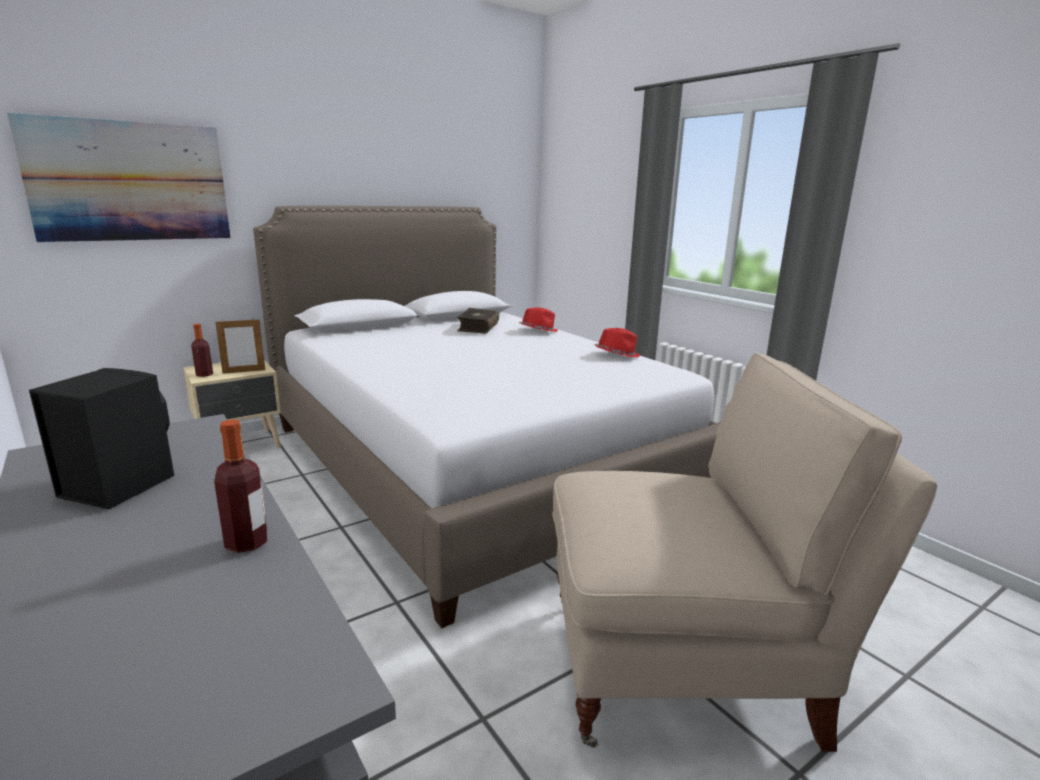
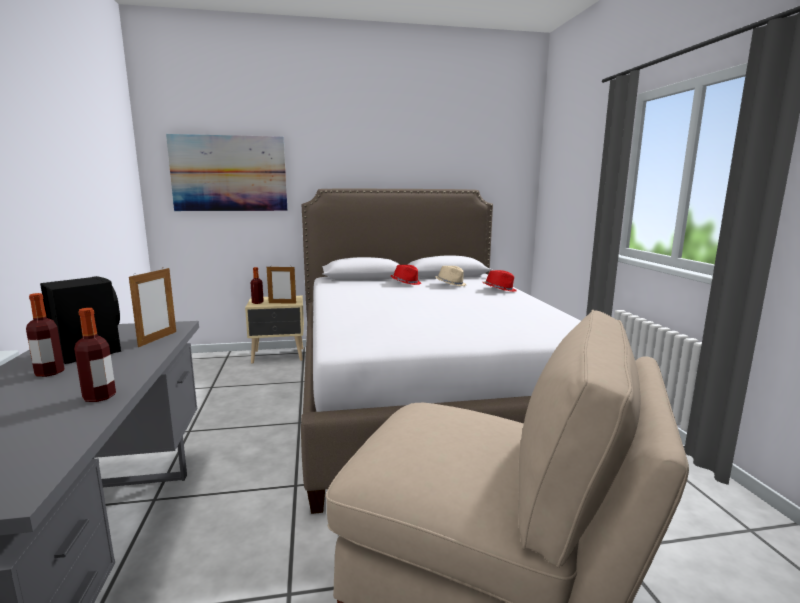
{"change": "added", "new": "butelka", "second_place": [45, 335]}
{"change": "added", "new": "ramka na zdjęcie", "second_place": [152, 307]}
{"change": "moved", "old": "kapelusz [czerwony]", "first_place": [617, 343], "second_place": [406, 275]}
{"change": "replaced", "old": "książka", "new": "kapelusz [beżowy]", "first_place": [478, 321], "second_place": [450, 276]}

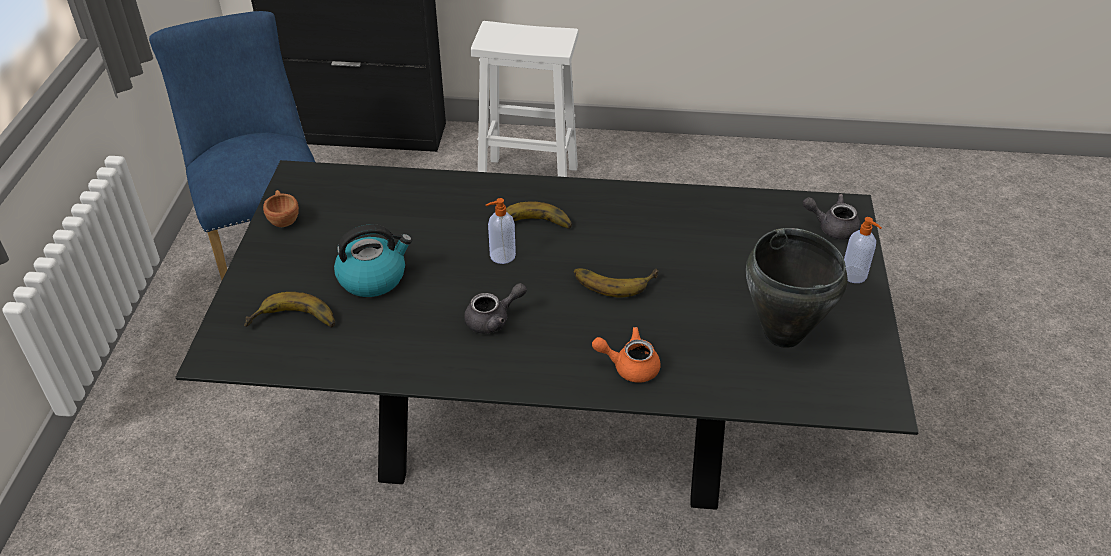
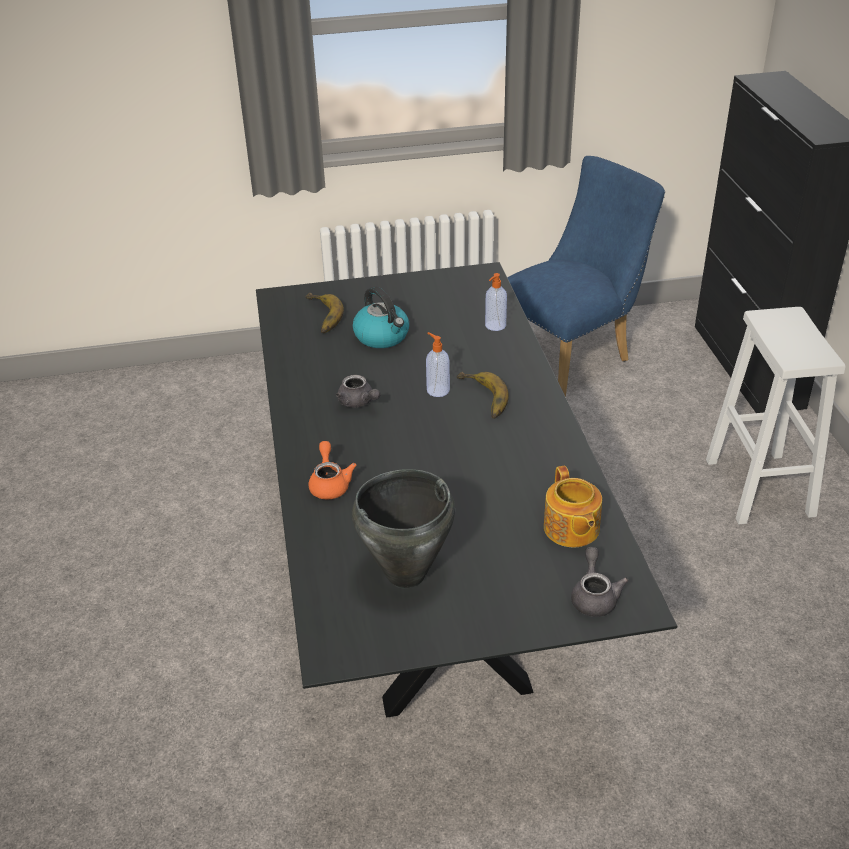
{"change": "moved", "old": "dozownik mydła", "first_place": [863, 250], "second_place": [496, 302]}
{"change": "added", "new": "imbryk", "second_place": [573, 506]}
{"change": "removed", "old": "filiżanka [brązowy]", "first_place": [281, 208]}
{"change": "removed", "old": "banan", "first_place": [615, 283]}

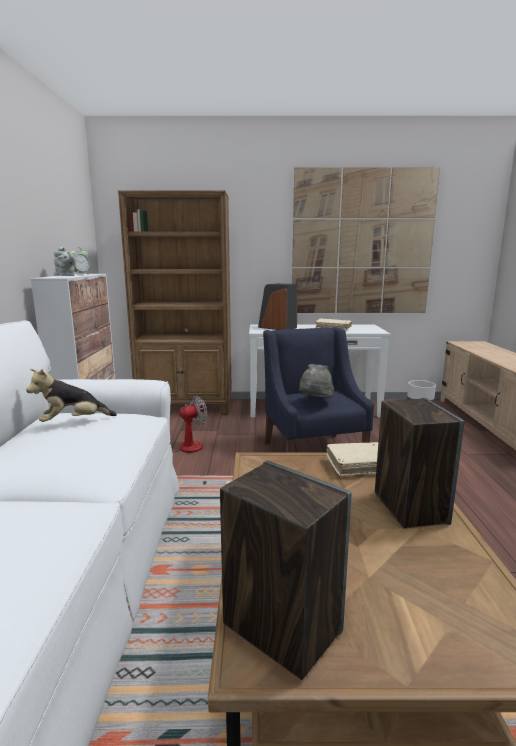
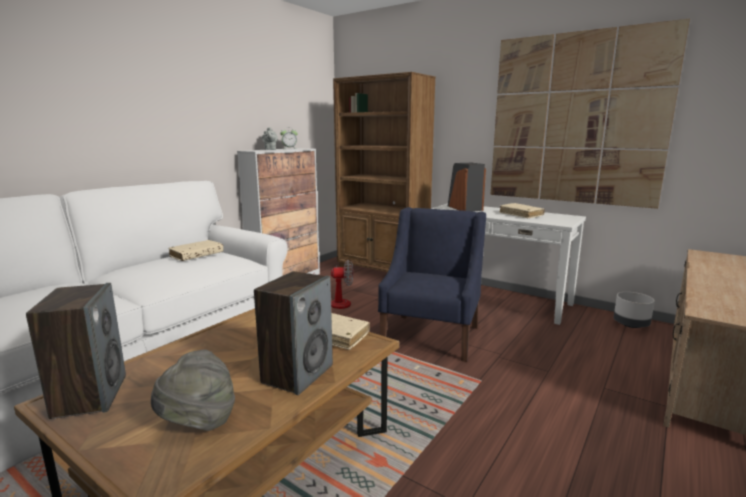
{"change": "moved", "old": "kapelusz [szary]", "first_place": [316, 381], "second_place": [193, 390]}
{"change": "replaced", "old": "pluszak", "new": "książka [beżowy]", "first_place": [71, 395], "second_place": [195, 250]}

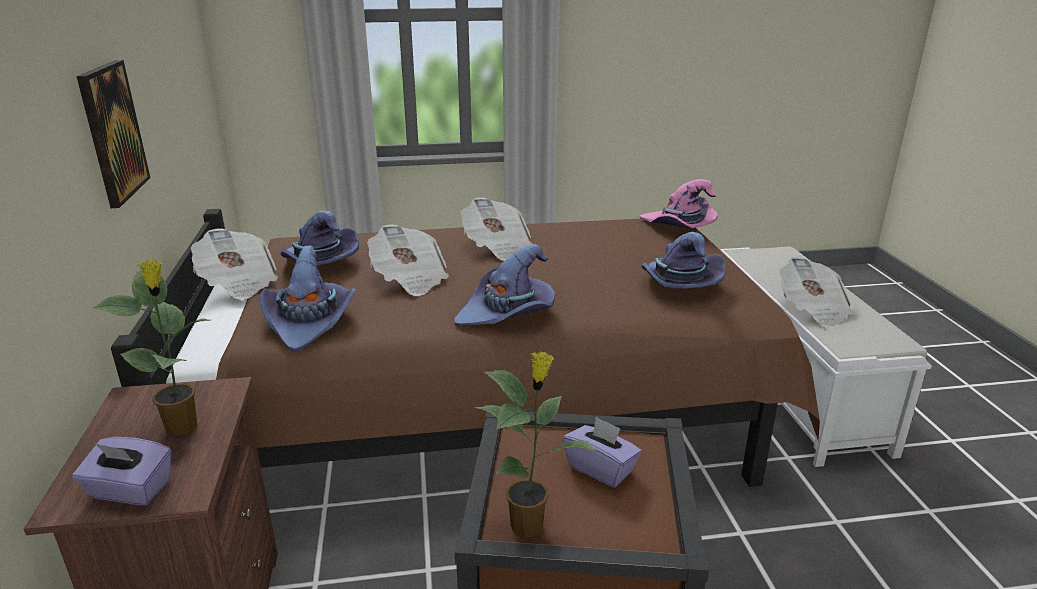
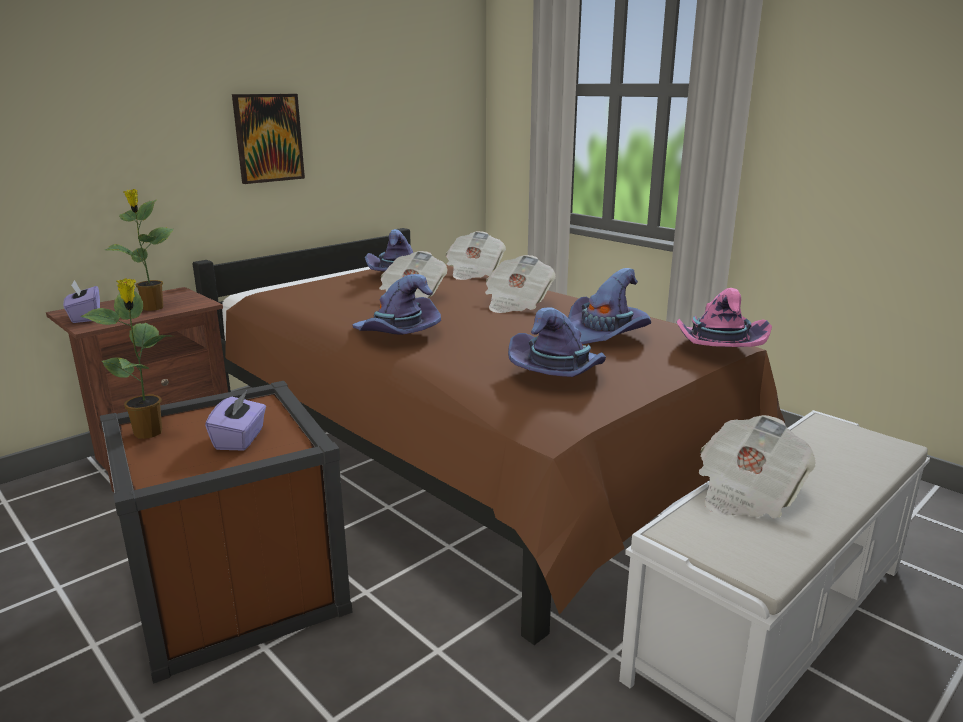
{"change": "moved", "old": "gazeta", "first_place": [234, 264], "second_place": [475, 255]}
{"change": "moved", "old": "kapelusz [fioletowy]", "first_place": [308, 299], "second_place": [609, 306]}

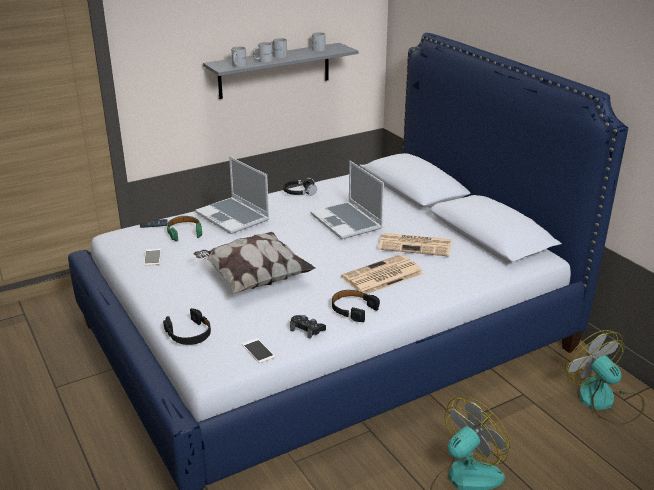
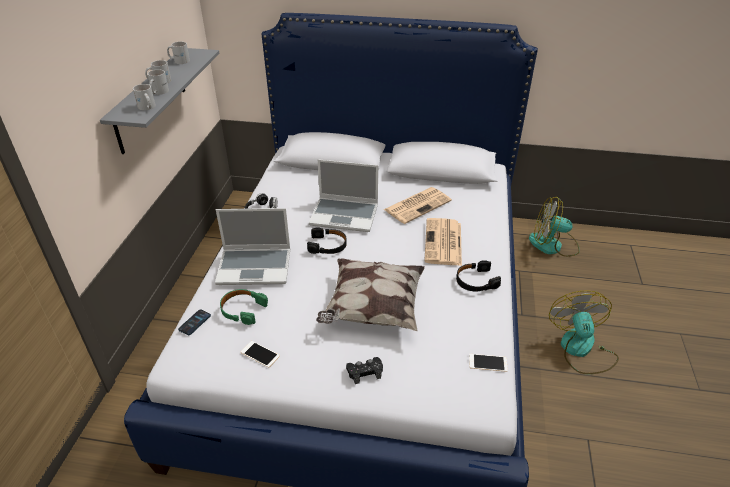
{"change": "moved", "old": "słuchawki [czarny]", "first_place": [187, 326], "second_place": [327, 240]}
{"change": "moved", "old": "pad do gier [czarny]", "first_place": [308, 327], "second_place": [364, 370]}

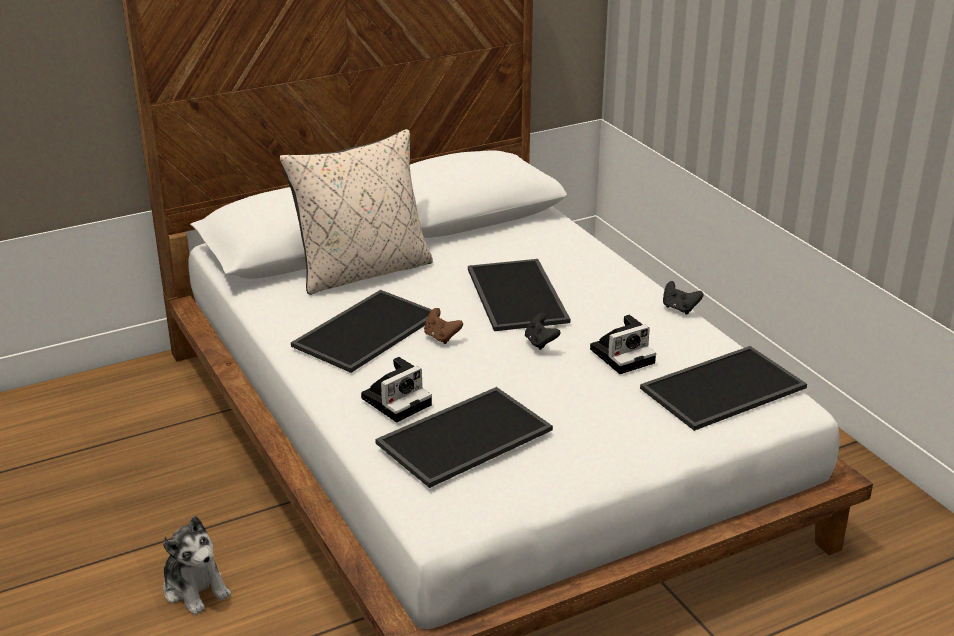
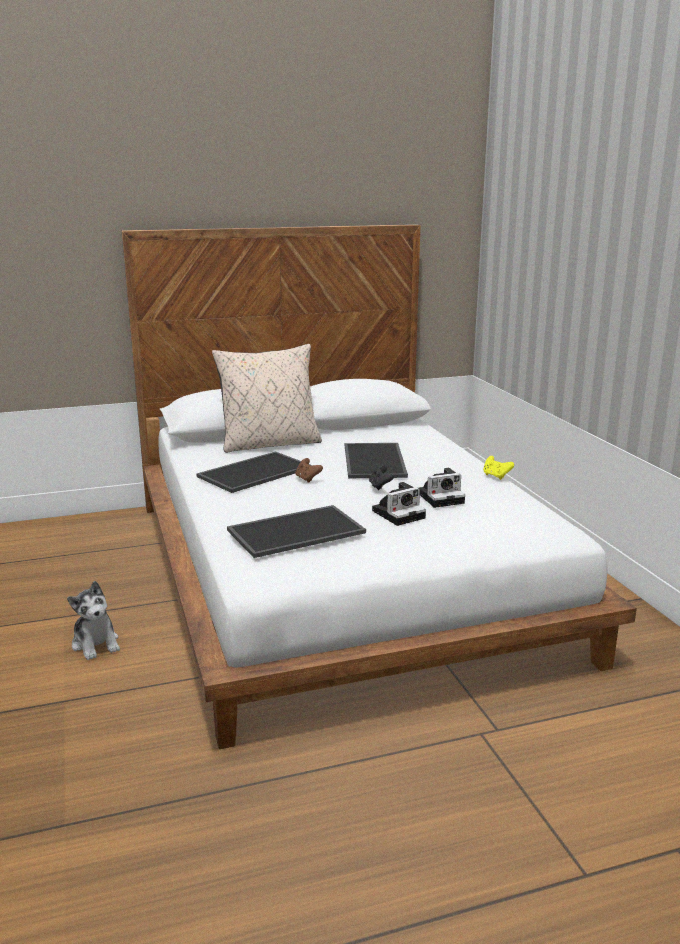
{"change": "moved", "old": "aparat fotograficzny", "first_place": [396, 389], "second_place": [399, 504]}
{"change": "recoloured", "old": "pad do gier [czarny]", "new": "pad do gier [żółty]", "first_place": [683, 297], "second_place": [498, 468]}
{"change": "removed", "old": "taca", "first_place": [723, 388]}

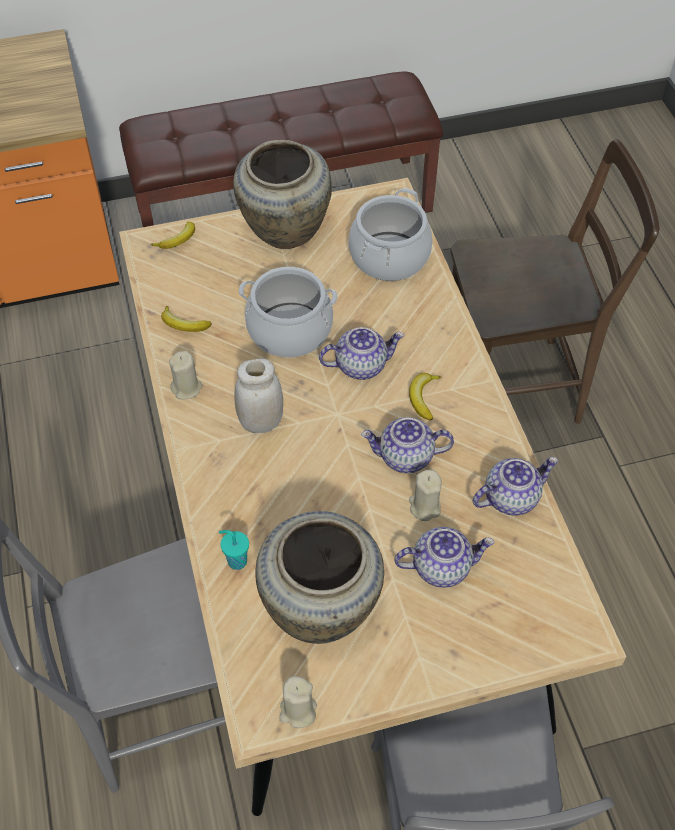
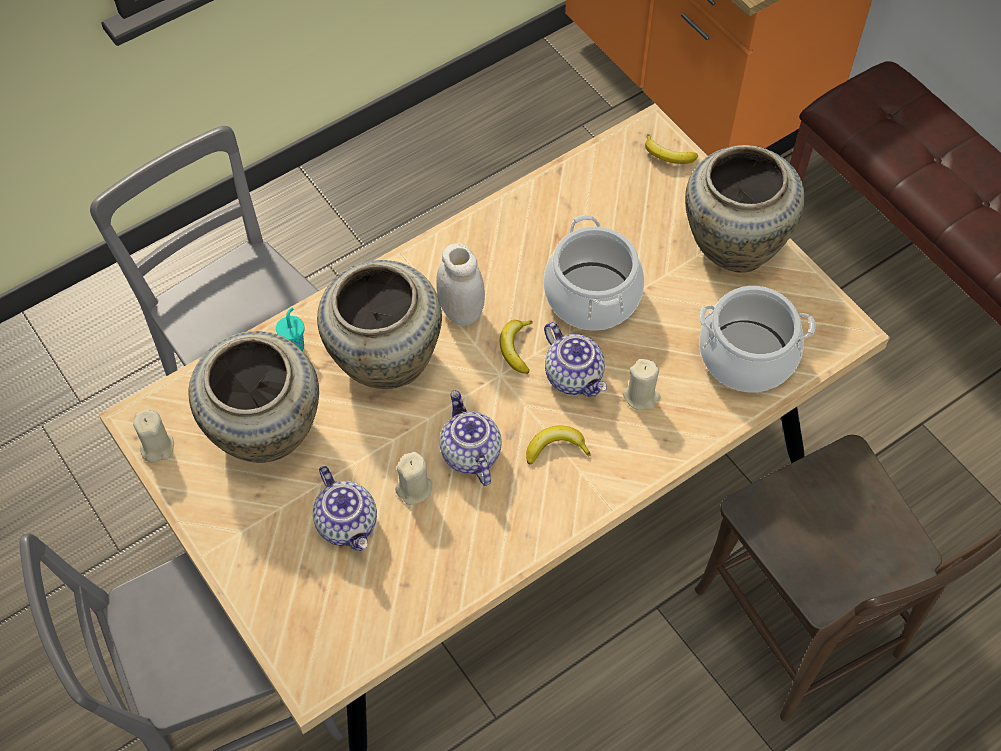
{"change": "added", "new": "wazon [beżowy]", "second_place": [379, 324]}
{"change": "moved", "old": "banan", "first_place": [186, 319], "second_place": [516, 347]}
{"change": "moved", "old": "świeca [beżowy]", "first_place": [185, 375], "second_place": [642, 384]}
{"change": "removed", "old": "imbryk", "first_place": [515, 486]}

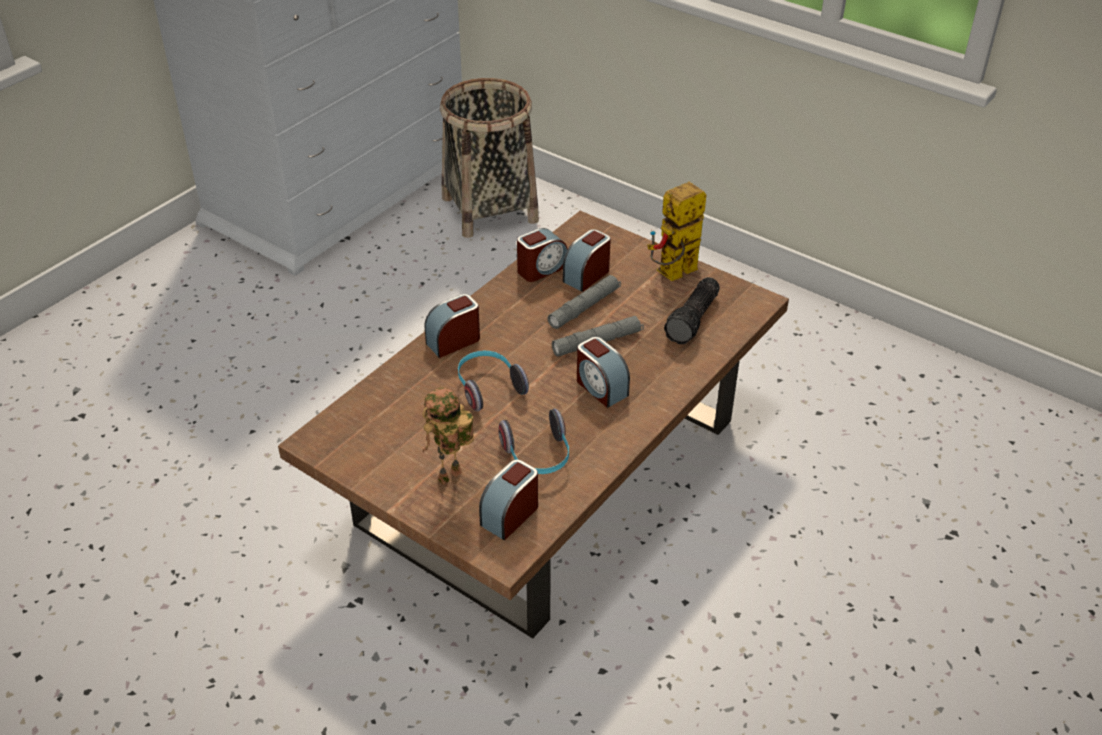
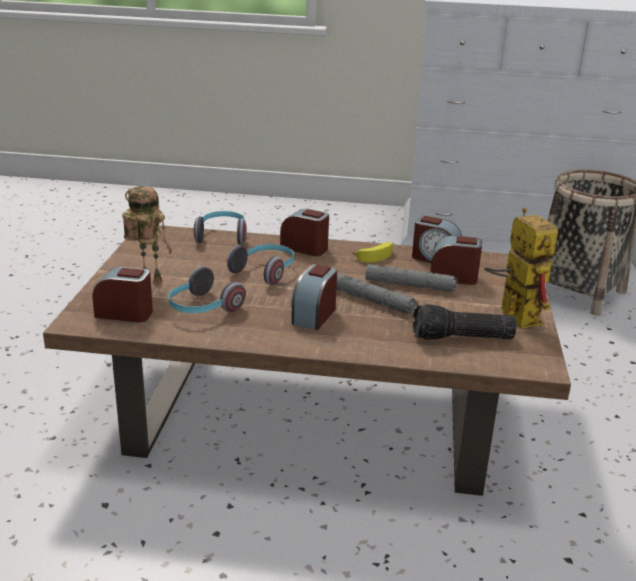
{"change": "added", "new": "słuchawki", "second_place": [220, 228]}
{"change": "added", "new": "banan", "second_place": [372, 252]}
{"change": "turned", "old": "robot zabawkowy", "first_place": [676, 231], "second_place": [521, 268], "degrees": 45}

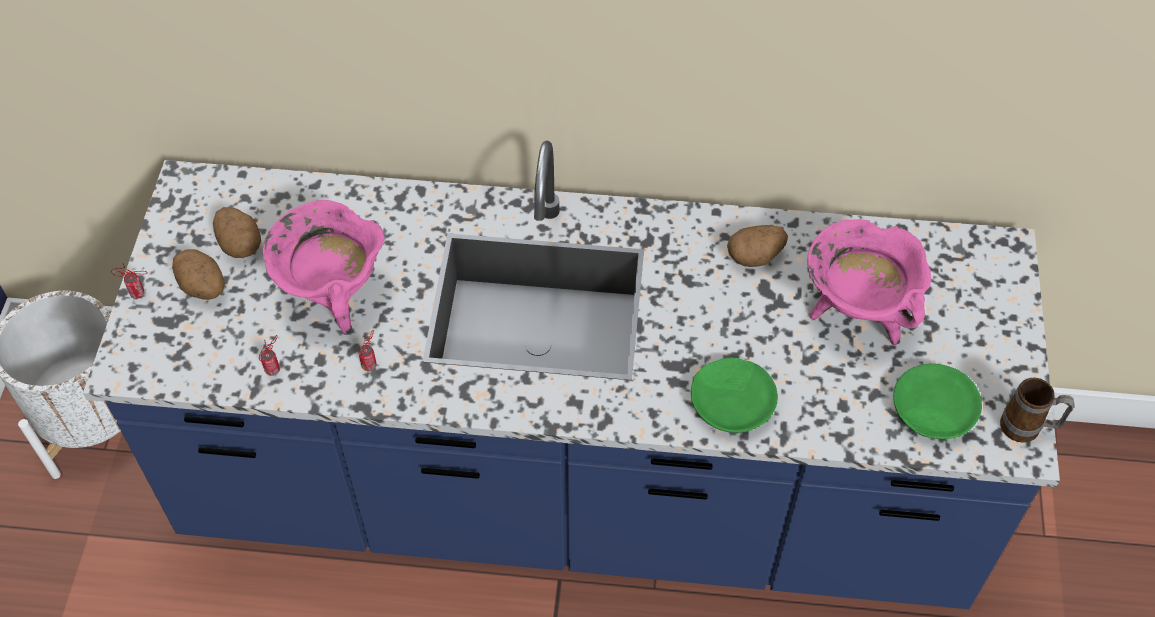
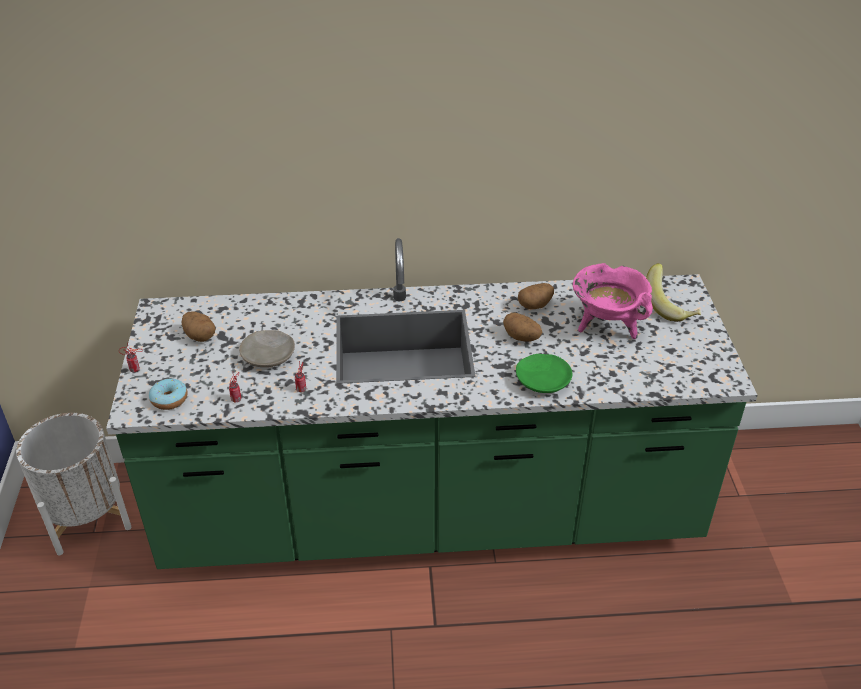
{"change": "recoloured", "old": "zabudowa kuchenna [niebieski]", "new": "zabudowa kuchenna [zielony]", "first_place": [571, 375], "second_place": [431, 403]}
{"change": "added", "new": "donut", "second_place": [168, 394]}
{"change": "replaced", "old": "garnek [różowy]", "new": "talerz [beżowy]", "first_place": [323, 267], "second_place": [267, 348]}
{"change": "moved", "old": "ziemniak", "first_place": [198, 274], "second_place": [522, 327]}
{"change": "added", "new": "banan", "second_place": [673, 292]}
{"change": "removed", "old": "talerz [zielony]", "first_place": [937, 401]}
{"change": "removed", "old": "kubek", "first_place": [1037, 410]}

